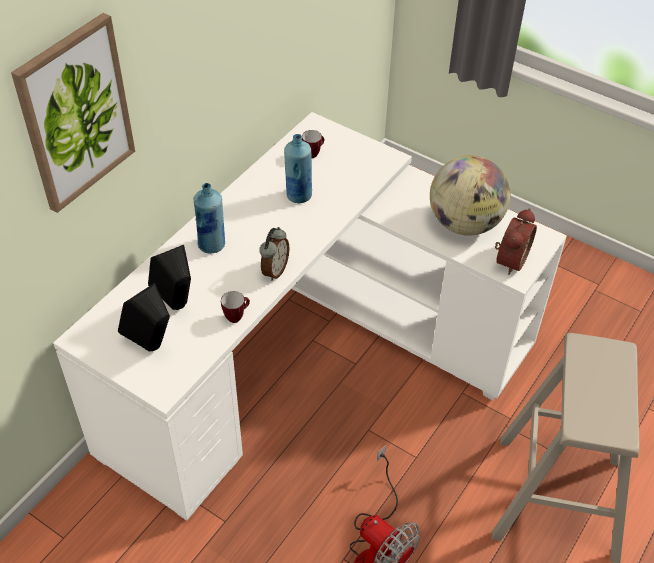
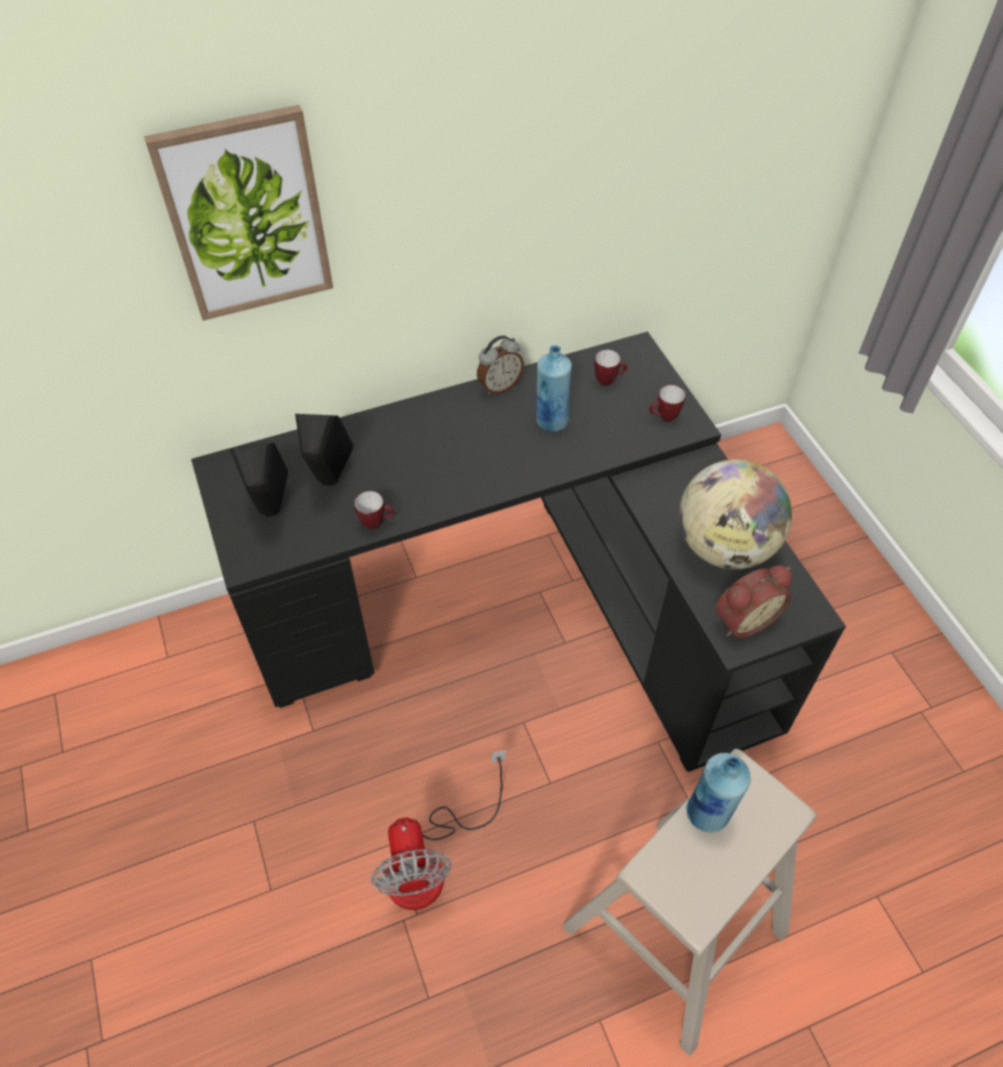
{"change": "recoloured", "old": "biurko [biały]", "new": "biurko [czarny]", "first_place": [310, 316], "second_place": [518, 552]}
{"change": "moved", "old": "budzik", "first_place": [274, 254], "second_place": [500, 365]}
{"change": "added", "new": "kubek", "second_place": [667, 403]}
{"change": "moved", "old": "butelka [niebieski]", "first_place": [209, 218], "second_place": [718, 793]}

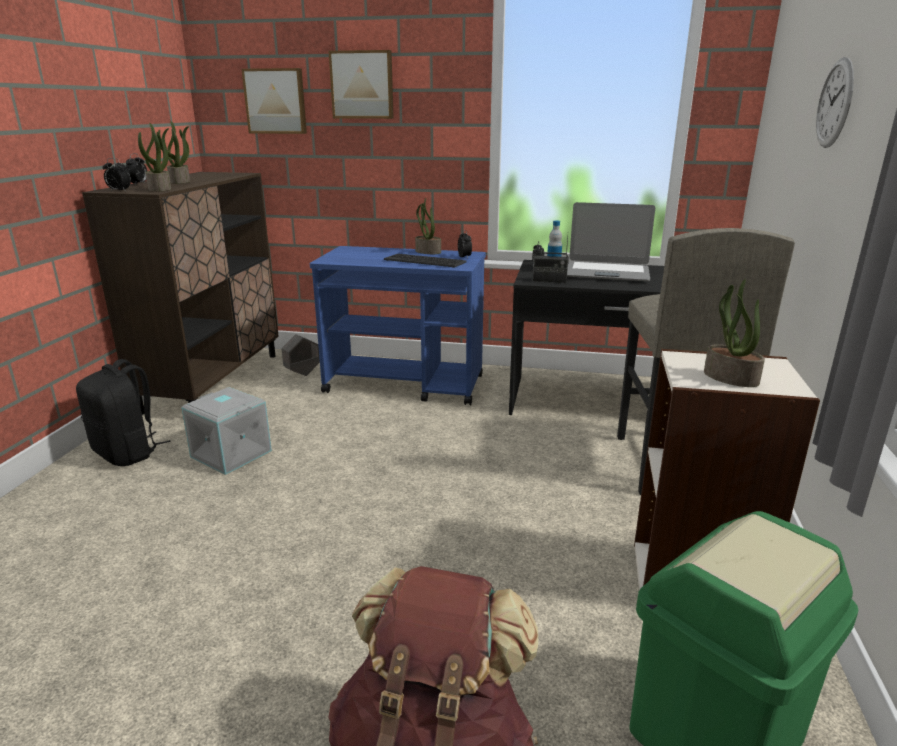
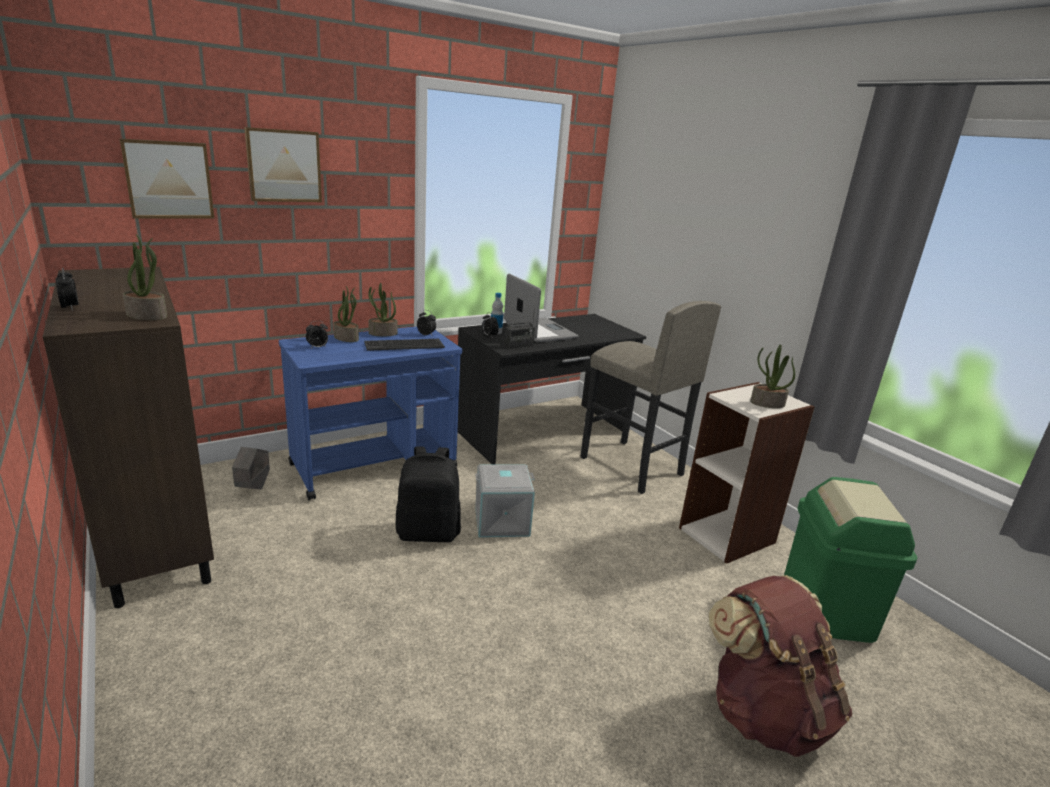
{"change": "moved", "old": "budzik", "first_place": [117, 174], "second_place": [317, 335]}
{"change": "moved", "old": "roślina doniczkowa", "first_place": [174, 152], "second_place": [346, 314]}
{"change": "moved", "old": "plecak [czarny]", "first_place": [123, 412], "second_place": [428, 494]}
{"change": "moved", "old": "pojemnik do przechowywania [szary]", "first_place": [226, 431], "second_place": [505, 501]}
{"change": "turned", "old": "laptop", "first_place": [611, 241], "second_place": [541, 308], "degrees": -90}
{"change": "removed", "old": "zegar ścienny", "first_place": [835, 102]}

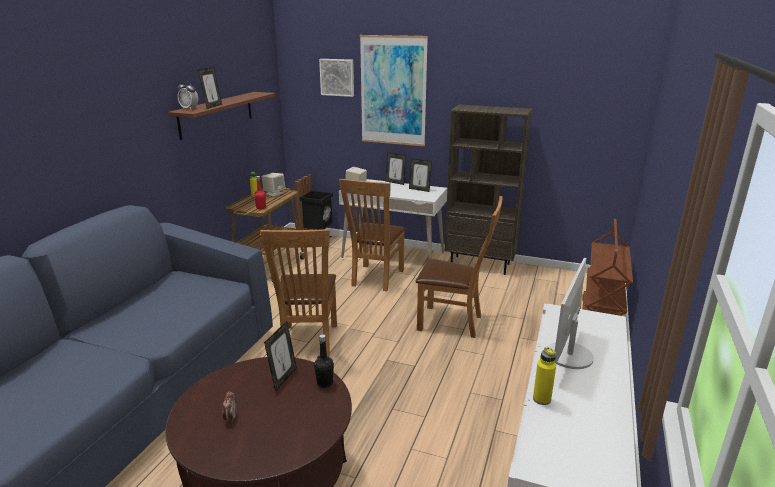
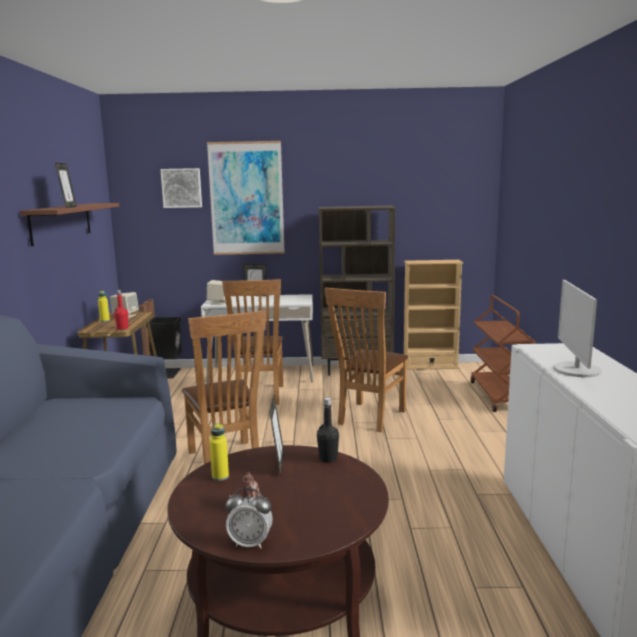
{"change": "moved", "old": "butelka [żółty]", "first_place": [544, 376], "second_place": [219, 452]}
{"change": "moved", "old": "budzik", "first_place": [187, 95], "second_place": [249, 518]}
{"change": "turned", "old": "krzesło [brązowy]", "first_place": [459, 267], "second_place": [366, 360], "degrees": 120}
{"change": "added", "new": "regał [beżowy]", "second_place": [433, 315]}
{"change": "removed", "old": "ramka na zdjęcie", "first_place": [420, 175]}

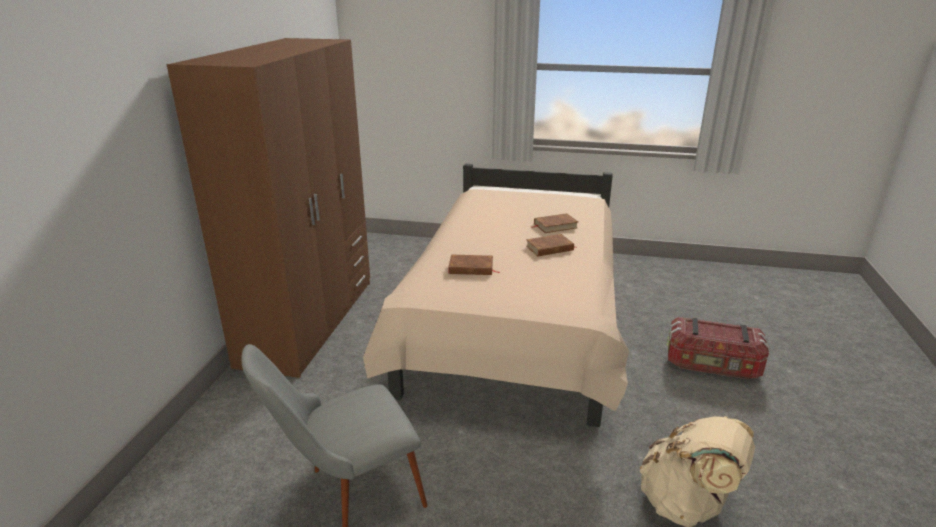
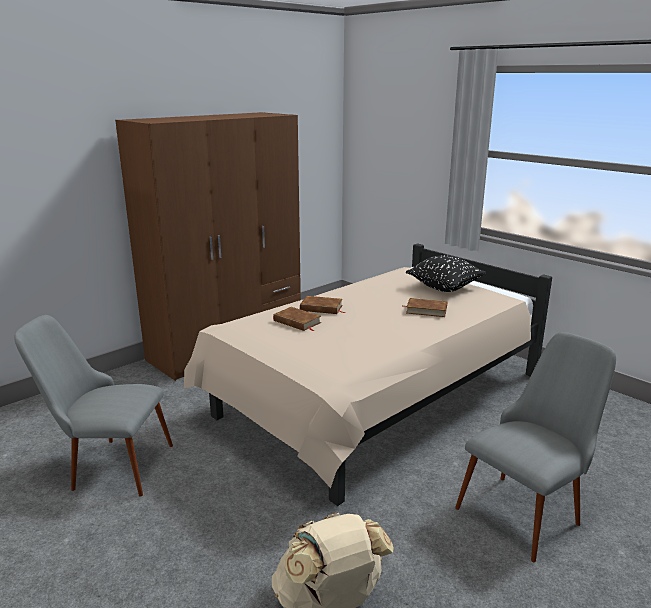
{"change": "moved", "old": "książka [brązowy]", "first_place": [551, 245], "second_place": [323, 305]}
{"change": "added", "new": "poduszka [czarny]", "second_place": [446, 273]}
{"change": "replaced", "old": "pojemnik do przechowywania", "new": "krzesło [szary]", "first_place": [718, 348], "second_place": [535, 447]}

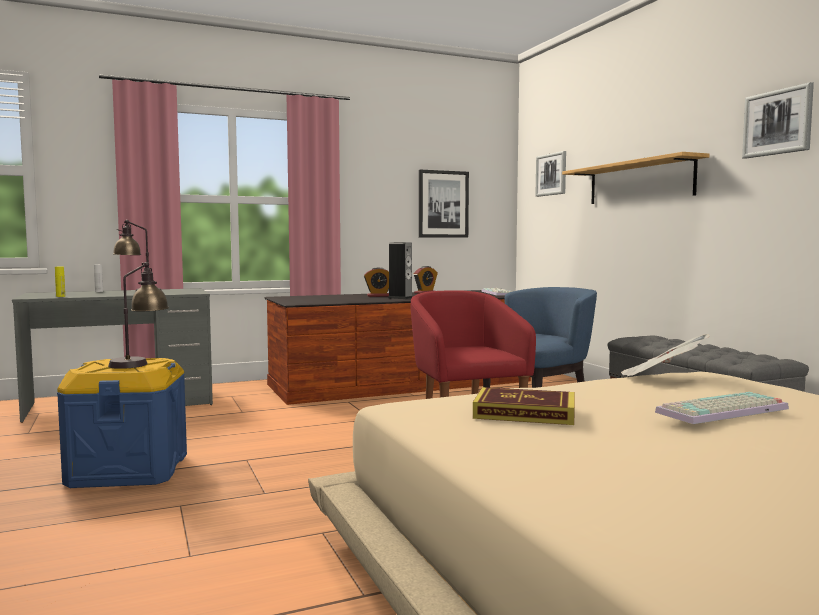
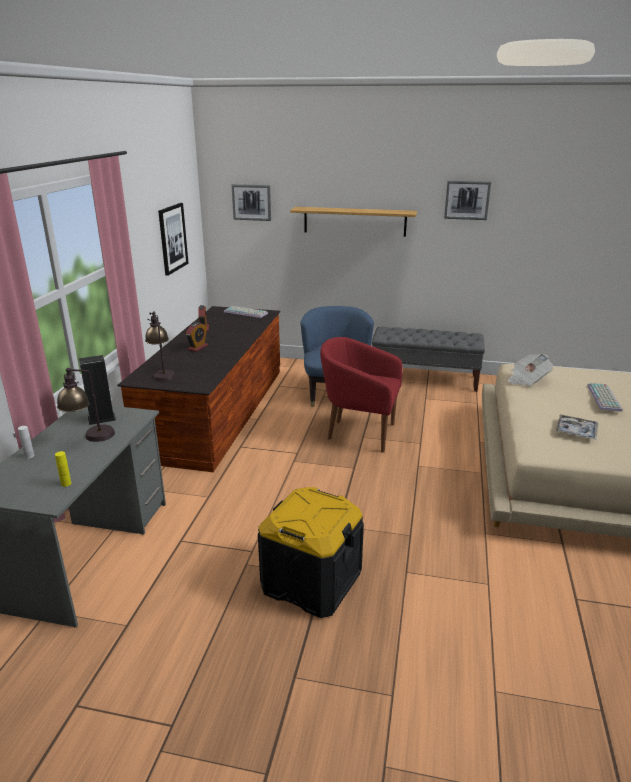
{"change": "moved", "old": "głośnik", "first_place": [400, 270], "second_place": [97, 390]}
{"change": "moved", "old": "lampa stołowa", "first_place": [138, 315], "second_place": [160, 347]}
{"change": "recoloured", "old": "pojemnik do przechowywania [niebieski]", "new": "pojemnik do przechowywania [czarny]", "first_place": [122, 423], "second_place": [311, 552]}
{"change": "replaced", "old": "książka", "new": "taca", "first_place": [524, 406], "second_place": [577, 426]}

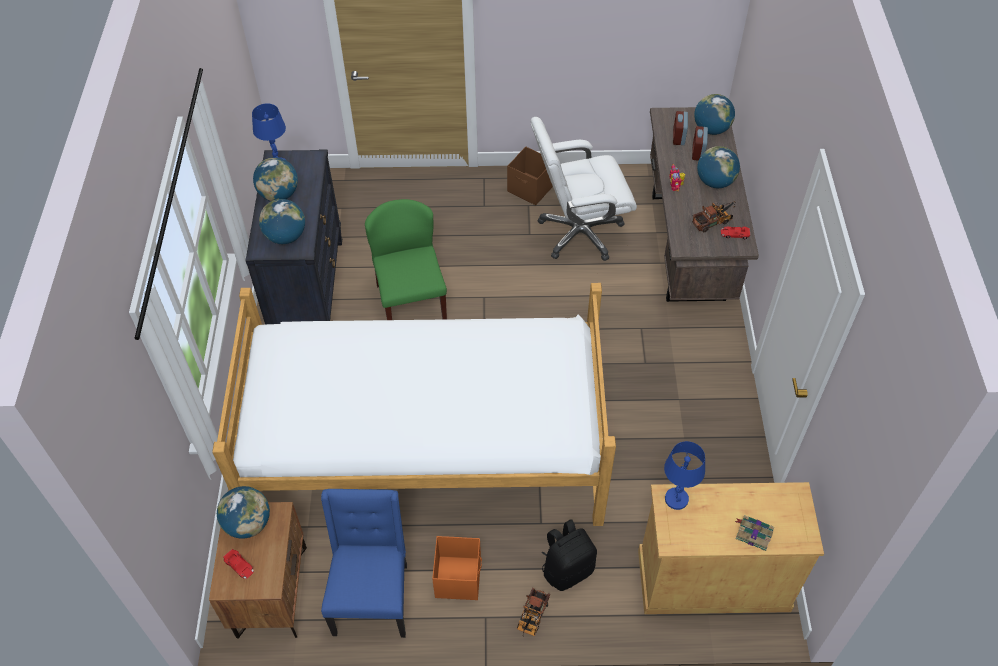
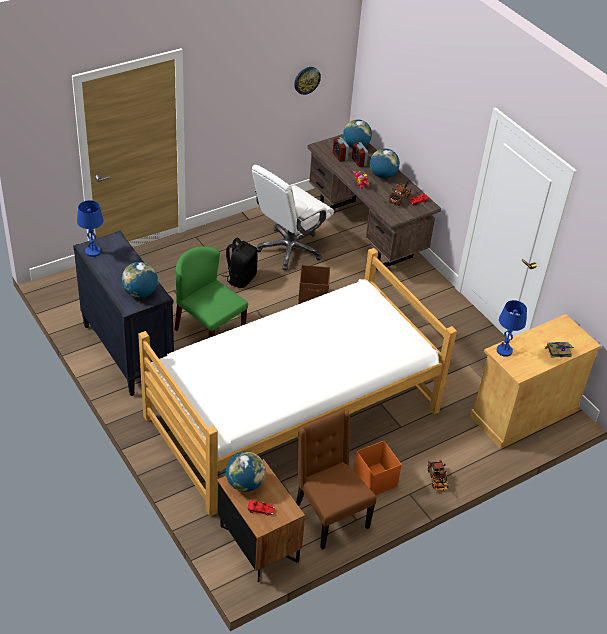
{"change": "moved", "old": "plecak [czarny]", "first_place": [569, 555], "second_place": [240, 263]}
{"change": "added", "new": "zegar ścienny", "second_place": [307, 81]}
{"change": "recoloured", "old": "krzesło [niebieski]", "new": "krzesło [brązowy]", "first_place": [364, 563], "second_place": [336, 480]}
{"change": "moved", "old": "pojemnik do przechowywania [brązowy]", "first_place": [530, 176], "second_place": [314, 284]}
{"change": "removed", "old": "globus", "first_place": [275, 179]}

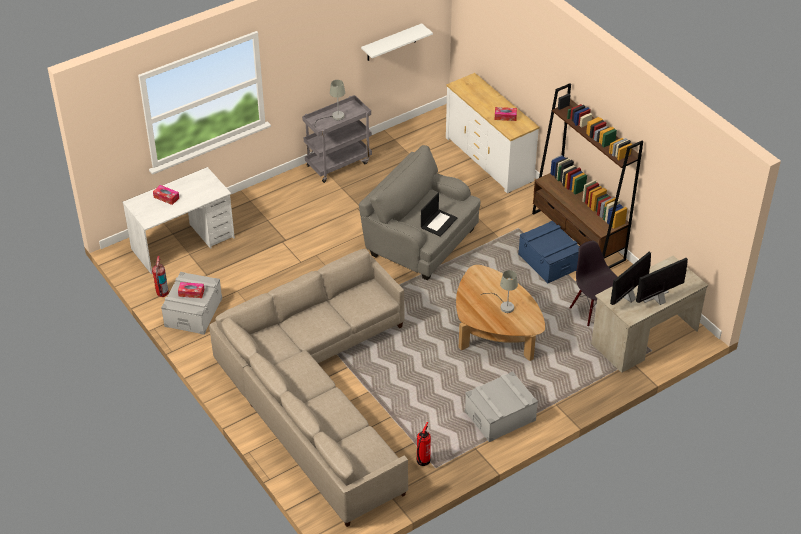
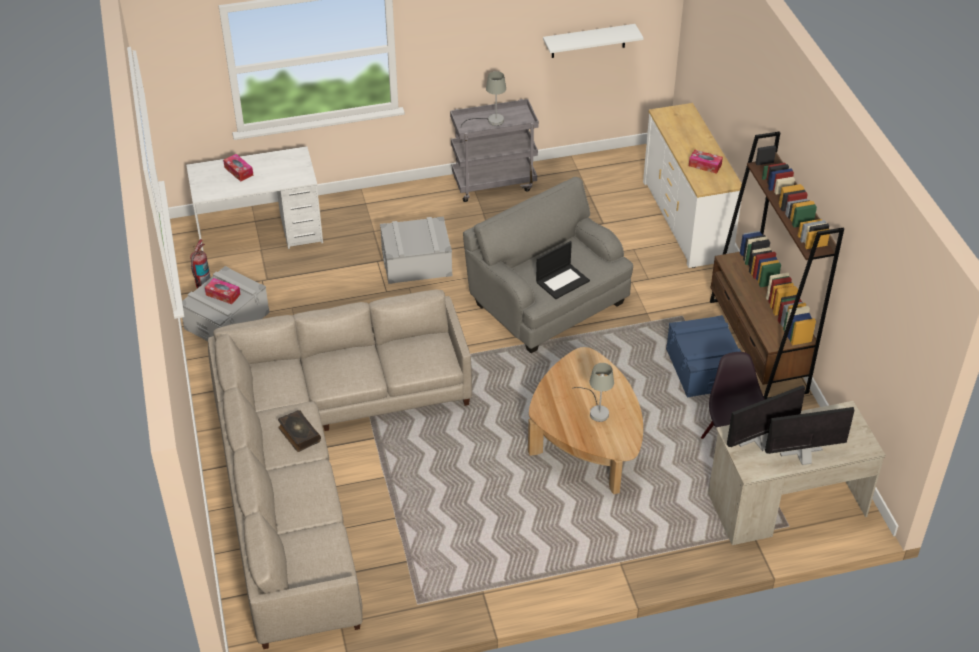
{"change": "added", "new": "książka", "second_place": [299, 431]}
{"change": "moved", "old": "pojemnik do przechowywania [szary]", "first_place": [501, 406], "second_place": [416, 250]}
{"change": "removed", "old": "gaśnica", "first_place": [423, 444]}

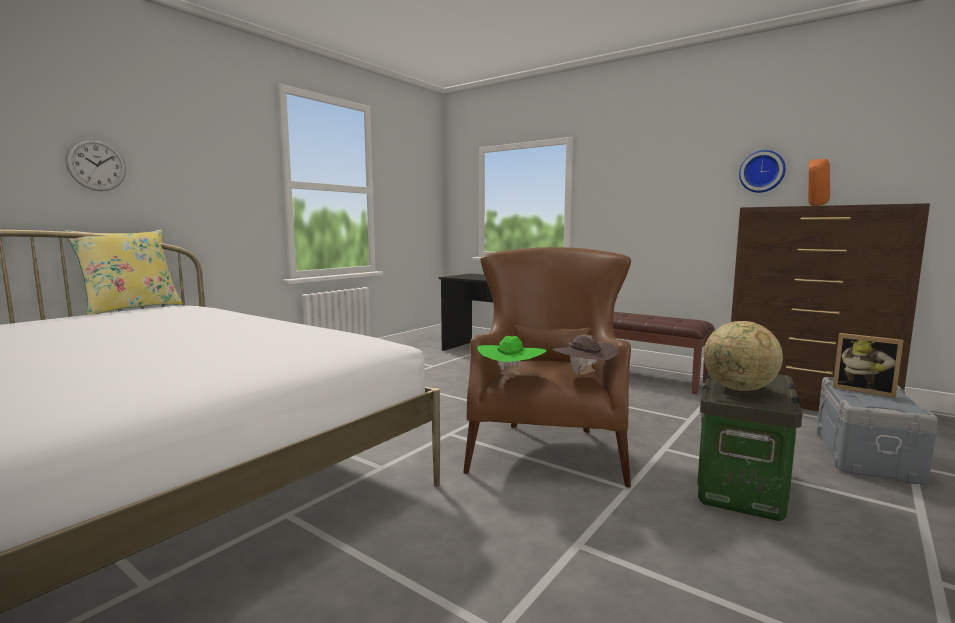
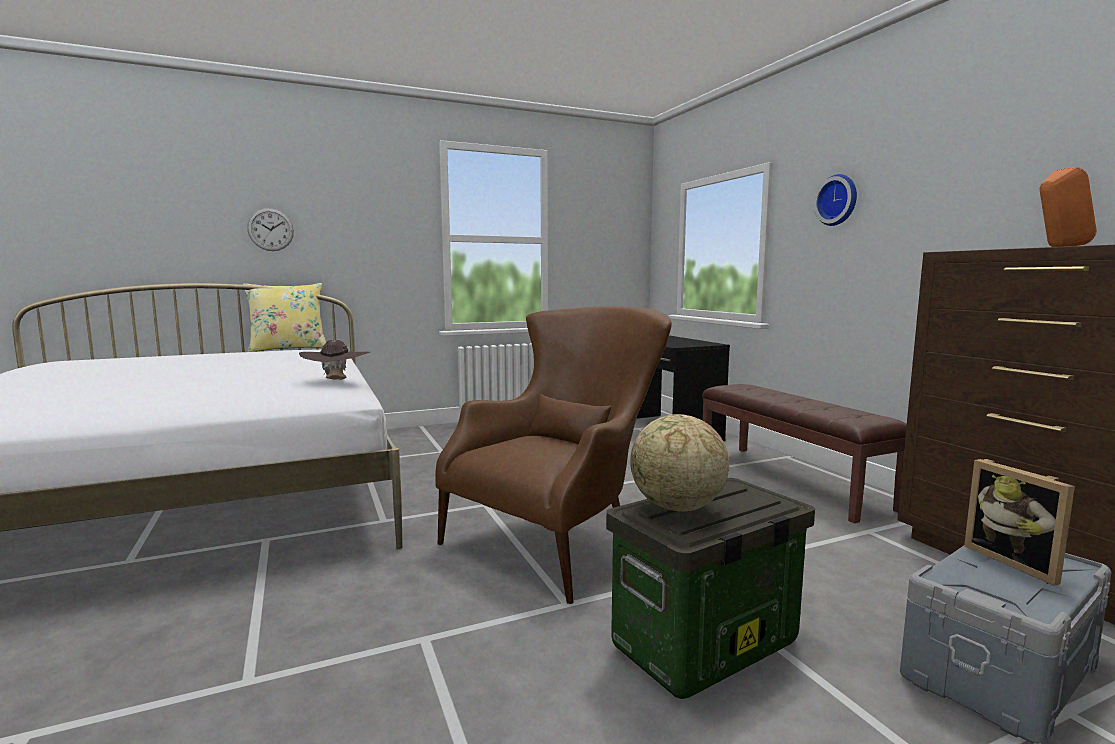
{"change": "moved", "old": "kapelusz [brązowy]", "first_place": [585, 355], "second_place": [334, 360]}
{"change": "moved", "old": "zegar ścienny", "first_place": [762, 171], "second_place": [835, 200]}
{"change": "removed", "old": "kapelusz [zielony]", "first_place": [511, 356]}

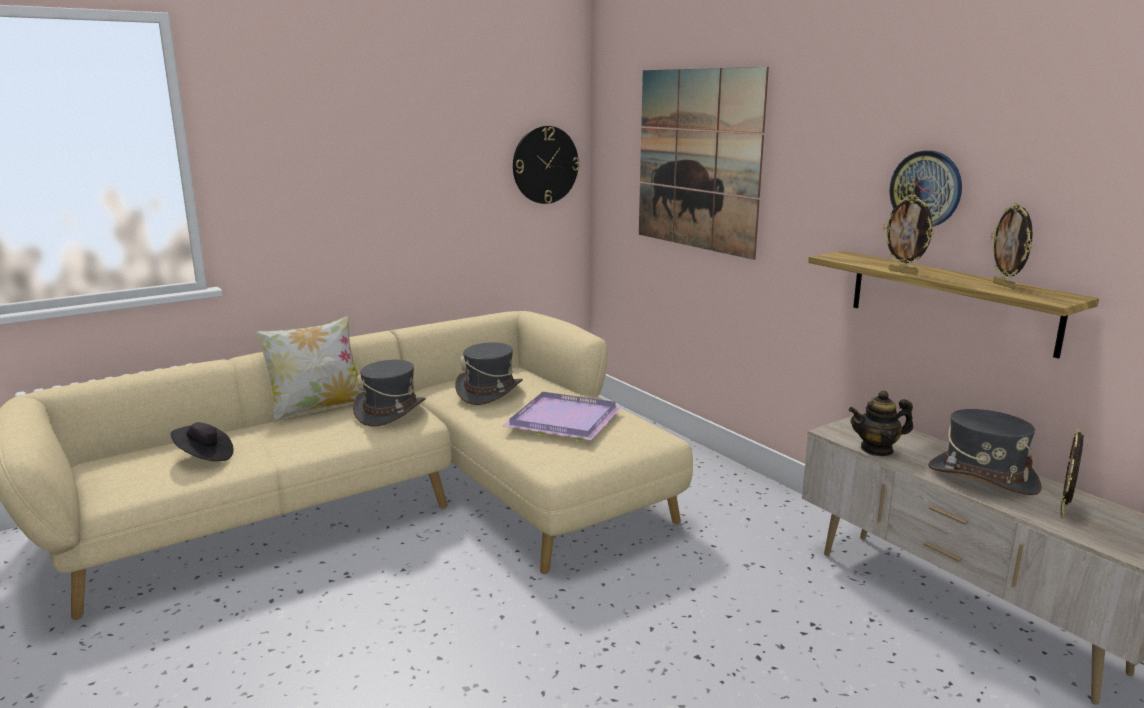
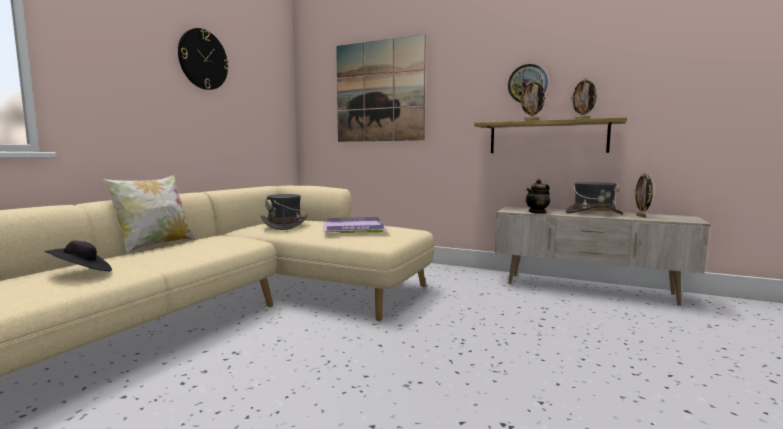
{"change": "moved", "old": "zegar ścienny", "first_place": [546, 165], "second_place": [203, 59]}
{"change": "removed", "old": "kapelusz [szary]", "first_place": [389, 393]}

